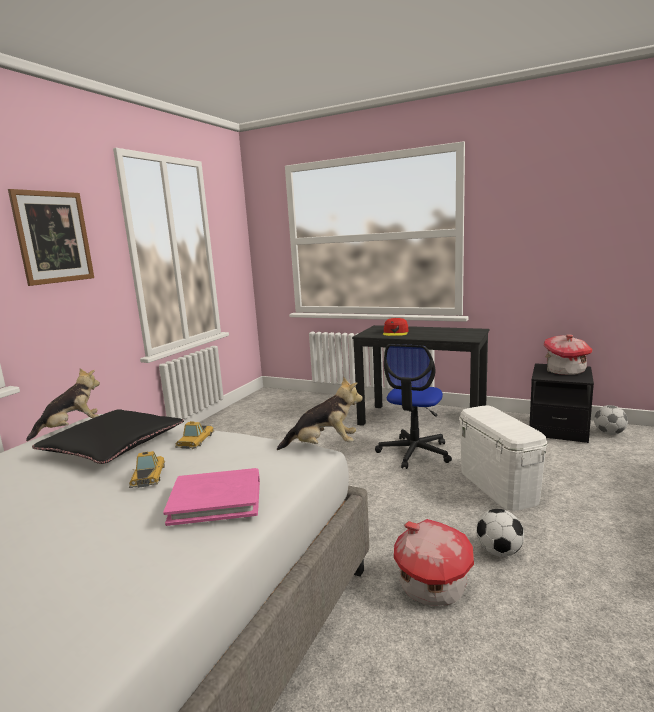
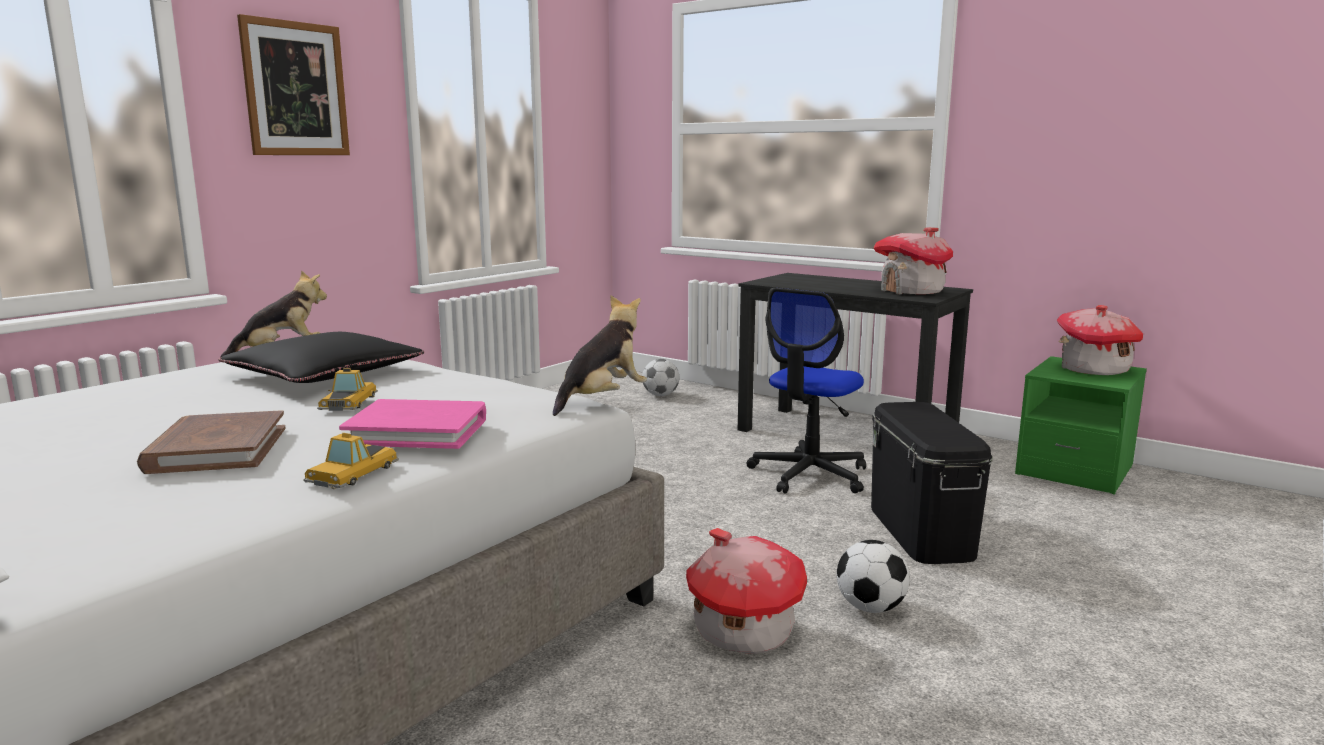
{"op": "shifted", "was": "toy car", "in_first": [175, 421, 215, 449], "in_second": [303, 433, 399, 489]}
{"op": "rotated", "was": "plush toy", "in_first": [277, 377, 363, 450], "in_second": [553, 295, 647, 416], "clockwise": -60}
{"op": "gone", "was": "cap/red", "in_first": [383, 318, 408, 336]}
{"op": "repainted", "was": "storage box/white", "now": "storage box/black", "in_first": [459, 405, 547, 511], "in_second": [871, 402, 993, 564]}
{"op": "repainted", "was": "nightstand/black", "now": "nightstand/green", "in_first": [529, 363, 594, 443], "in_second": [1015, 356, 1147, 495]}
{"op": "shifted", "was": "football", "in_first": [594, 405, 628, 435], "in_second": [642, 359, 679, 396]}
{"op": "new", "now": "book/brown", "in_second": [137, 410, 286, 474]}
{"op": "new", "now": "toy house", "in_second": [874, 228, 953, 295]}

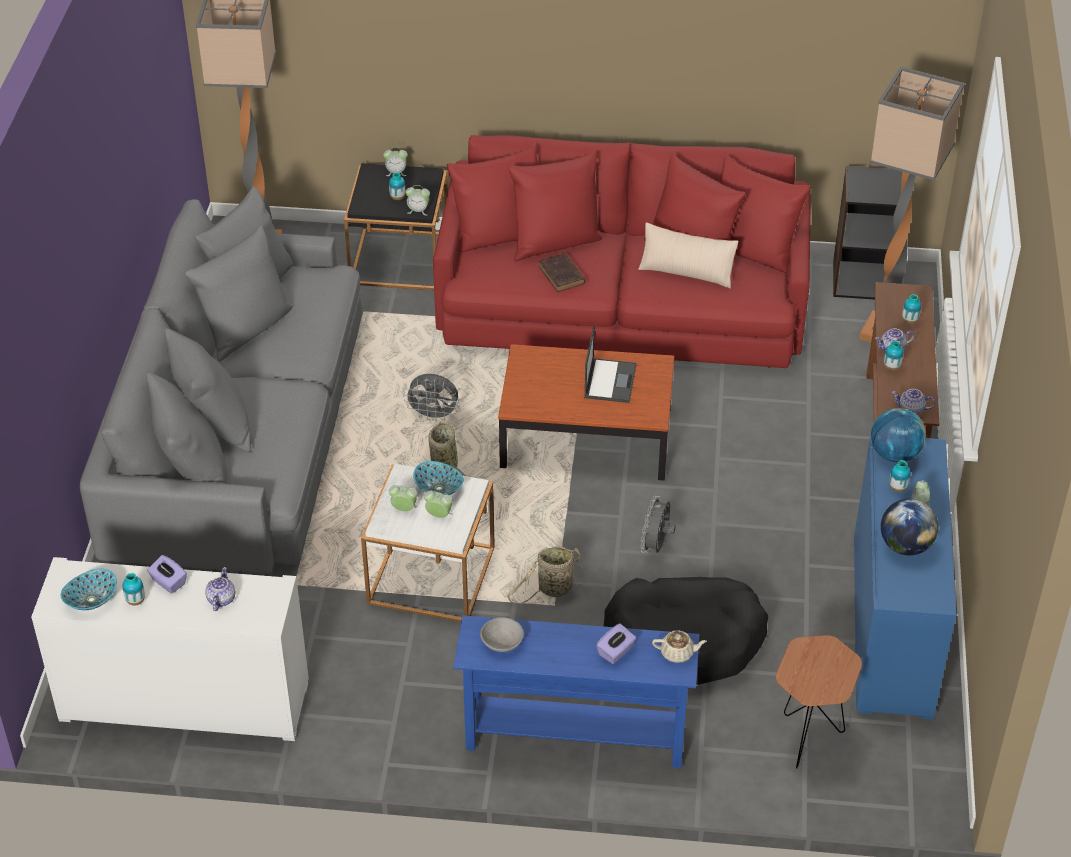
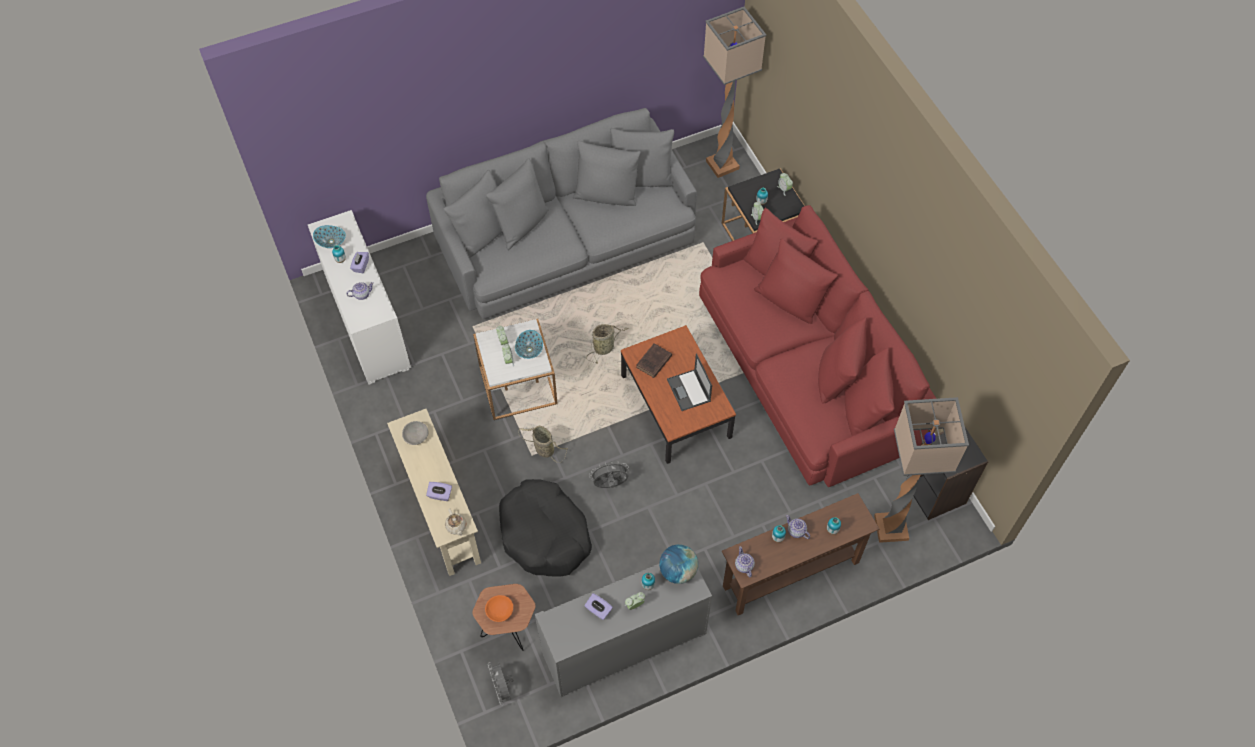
{"op": "shifted", "was": "fan/grey", "in_first": [404, 374, 459, 422], "in_second": [488, 662, 514, 705]}
{"op": "repainted", "was": "console table/blue", "now": "console table/beige", "in_first": [453, 615, 700, 768], "in_second": [387, 409, 481, 576]}
{"op": "shifted", "was": "book/brown", "in_first": [538, 253, 586, 292], "in_second": [636, 343, 672, 378]}
{"op": "rotated", "was": "laptop", "in_first": [584, 326, 637, 403], "in_second": [667, 354, 712, 411], "clockwise": 90}
{"op": "gone", "was": "pillow/beige", "in_first": [638, 222, 738, 288]}
{"op": "repainted", "was": "cabinet/blue", "now": "cabinet/grey", "in_first": [854, 434, 956, 720], "in_second": [535, 564, 712, 697]}
{"op": "swapped", "was": "globe", "now": "tissue box/purple", "in_first": [881, 499, 938, 555], "in_second": [584, 593, 613, 620]}
{"op": "new", "now": "bowl/orange", "in_second": [485, 595, 513, 622]}

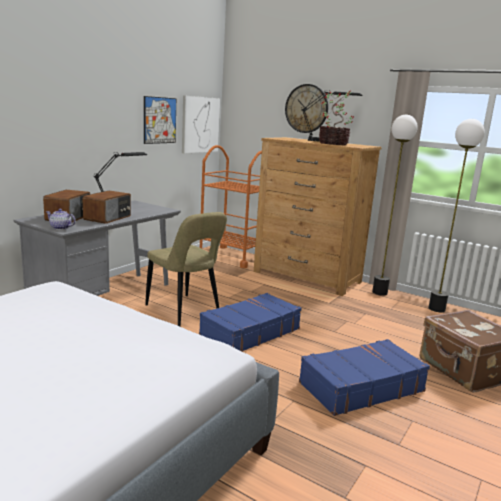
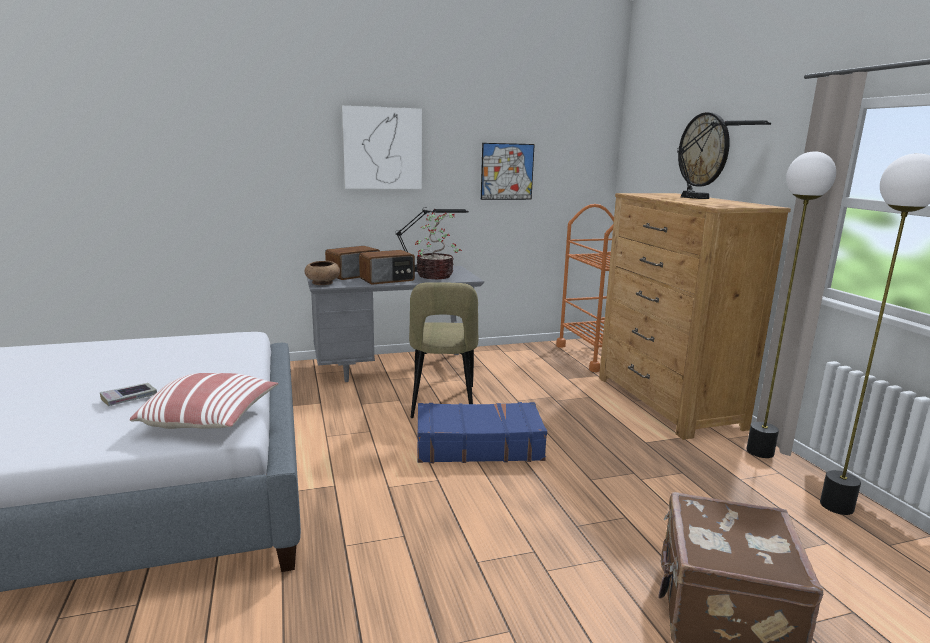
{"op": "swapped", "was": "teapot", "now": "bowl/brown", "in_first": [46, 209, 76, 230], "in_second": [305, 261, 340, 285]}
{"op": "shifted", "was": "picture", "in_first": [182, 95, 220, 154], "in_second": [342, 105, 422, 189]}
{"op": "gone", "was": "suitcase/blue", "in_first": [299, 339, 430, 416]}
{"op": "shifted", "was": "potted plant", "in_first": [319, 90, 354, 145], "in_second": [415, 212, 462, 279]}
{"op": "new", "now": "book", "in_second": [100, 383, 157, 406]}
{"op": "new", "now": "pillow", "in_second": [130, 373, 278, 429]}

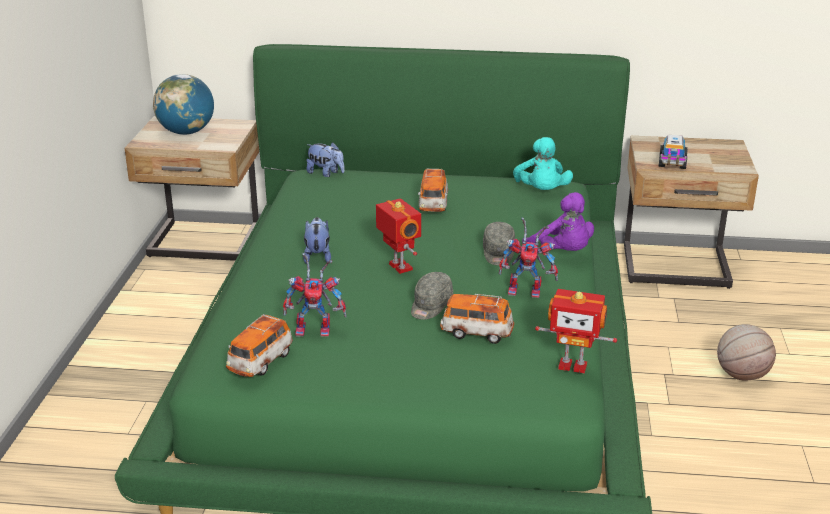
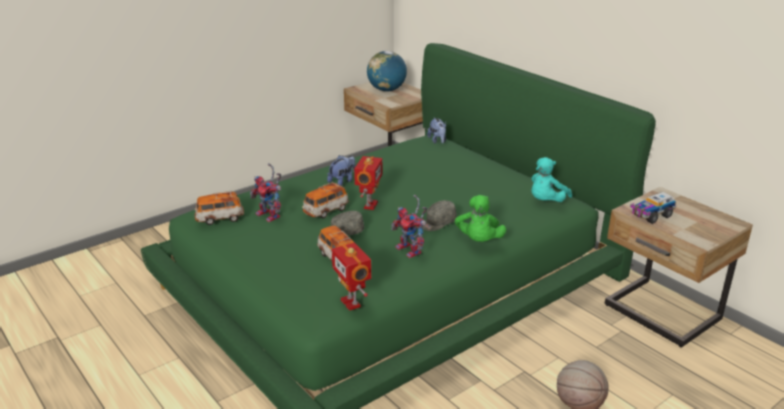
{"op": "shifted", "was": "toy car", "in_first": [418, 168, 448, 212], "in_second": [302, 182, 349, 218]}
{"op": "repainted", "was": "plush toy/purple", "now": "plush toy/green", "in_first": [522, 192, 594, 251], "in_second": [455, 195, 506, 242]}

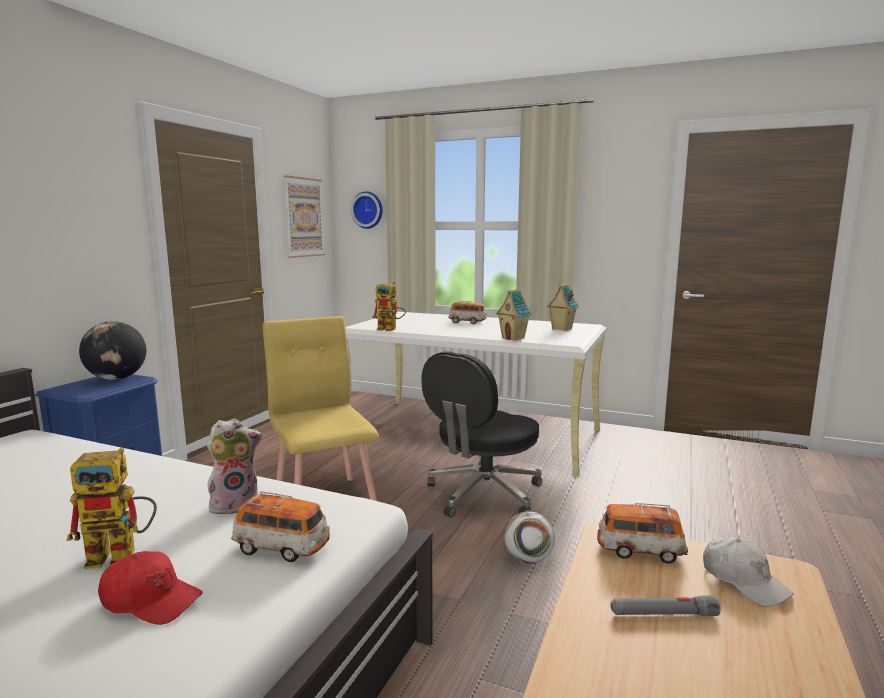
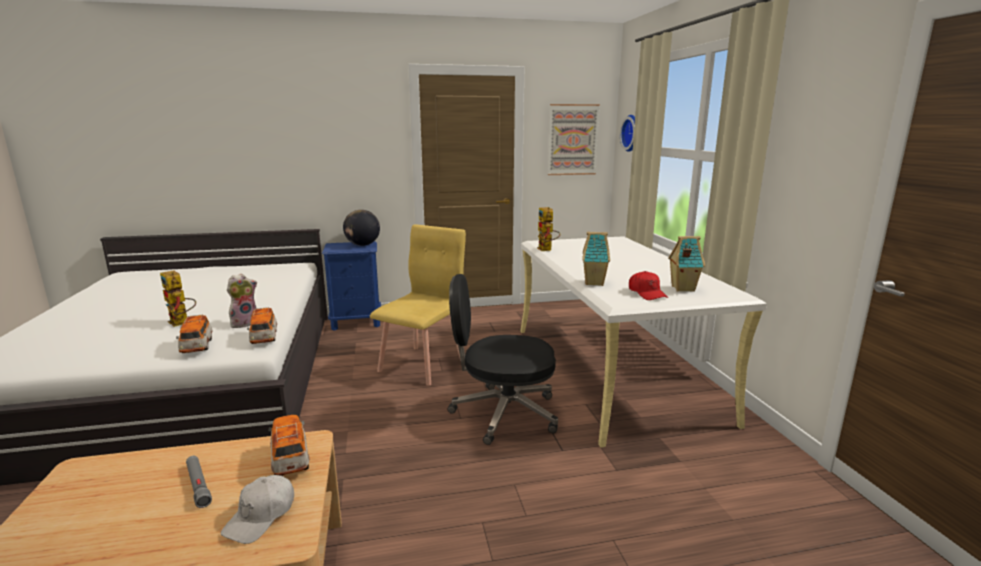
{"op": "shifted", "was": "cap/red", "in_first": [98, 551, 203, 625], "in_second": [629, 271, 668, 300]}
{"op": "rotated", "was": "plush toy", "in_first": [207, 419, 262, 514], "in_second": [227, 274, 257, 328], "clockwise": -75}
{"op": "shifted", "was": "toy car", "in_first": [448, 301, 487, 324], "in_second": [247, 307, 277, 344]}
{"op": "gone", "was": "football", "in_first": [505, 511, 555, 564]}

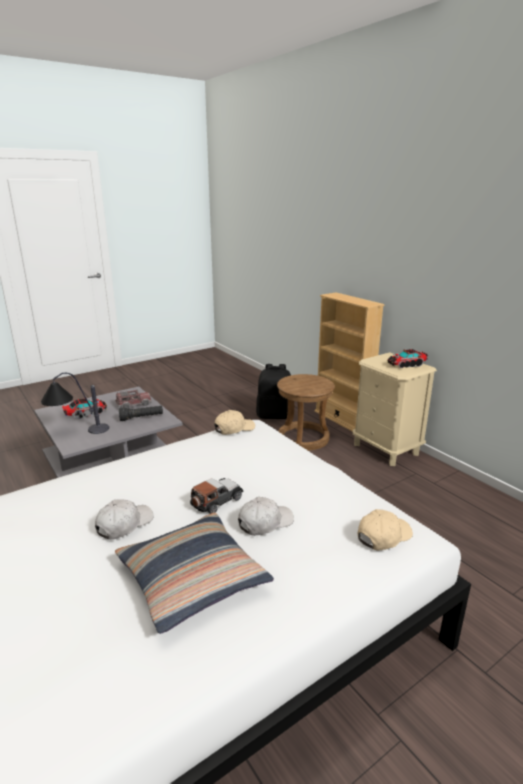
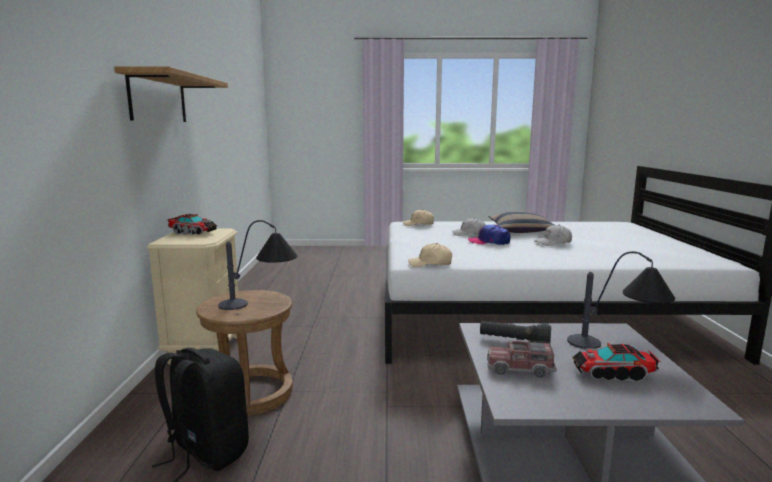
{"op": "swapped", "was": "toy car", "now": "cap", "in_first": [190, 478, 243, 514], "in_second": [468, 224, 511, 245]}
{"op": "gone", "was": "bookcase/beige", "in_first": [315, 292, 384, 432]}
{"op": "new", "now": "shelf", "in_second": [114, 66, 228, 122]}
{"op": "new", "now": "table lamp", "in_second": [218, 220, 297, 310]}

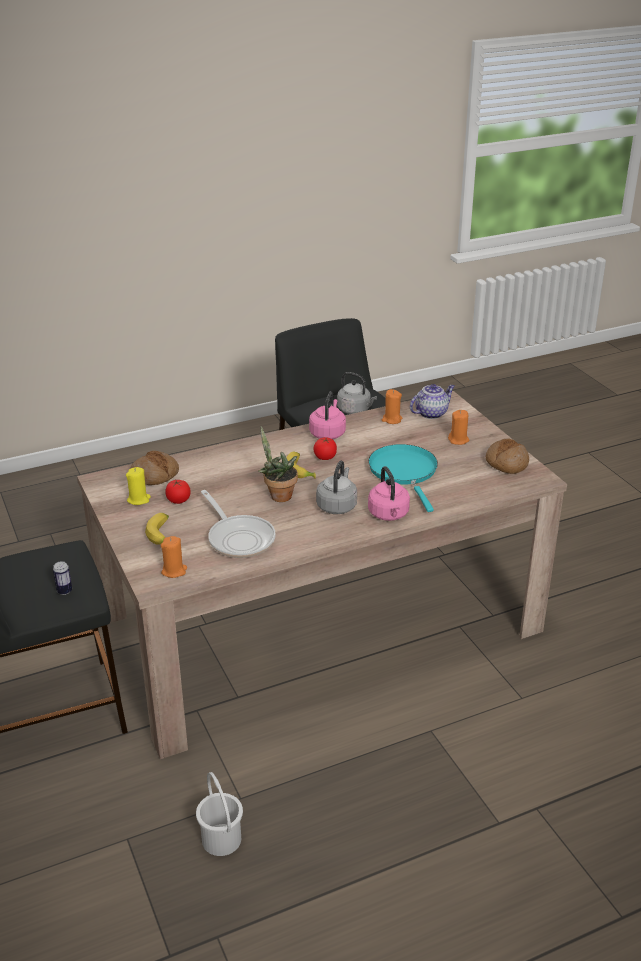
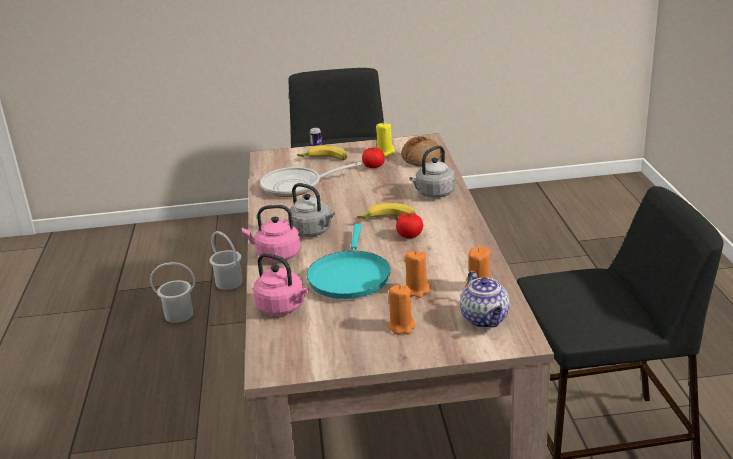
{"op": "shifted", "was": "candle/orange", "in_first": [161, 536, 187, 578], "in_second": [405, 251, 430, 298]}
{"op": "gone", "was": "potted plant", "in_first": [258, 427, 298, 502]}
{"op": "shifted", "was": "kettle/pink", "in_first": [309, 391, 346, 439], "in_second": [253, 253, 309, 315]}
{"op": "shifted", "was": "kettle/grey", "in_first": [337, 372, 377, 414], "in_second": [409, 145, 455, 198]}
{"op": "rotated", "was": "frying pan/turquoise", "in_first": [368, 444, 438, 512], "in_second": [306, 224, 391, 299], "clockwise": 90}
{"op": "gone", "was": "bread", "in_first": [486, 438, 529, 474]}
{"op": "new", "now": "bucket/white", "in_second": [209, 231, 243, 290]}

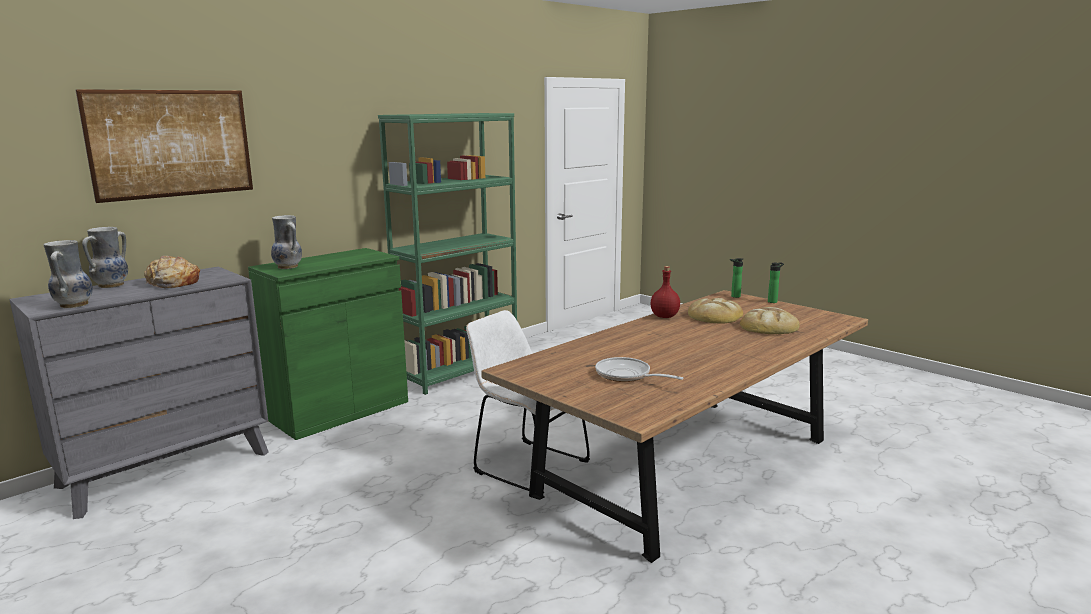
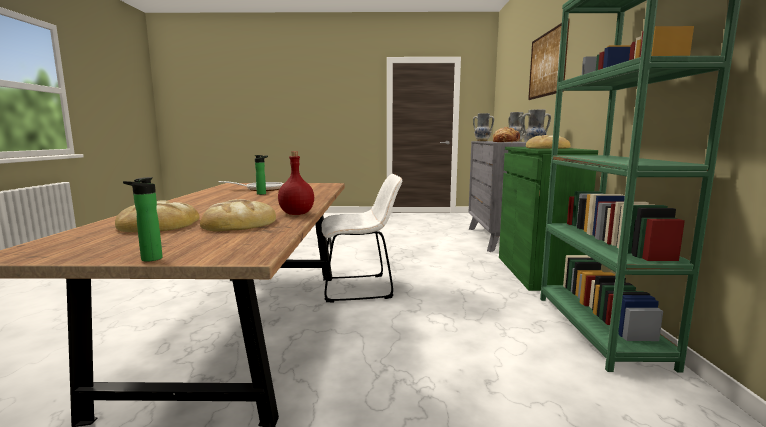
{"op": "shifted", "was": "bottle", "in_first": [730, 258, 743, 298], "in_second": [255, 155, 268, 195]}
{"op": "new", "now": "bread", "in_second": [526, 135, 571, 149]}

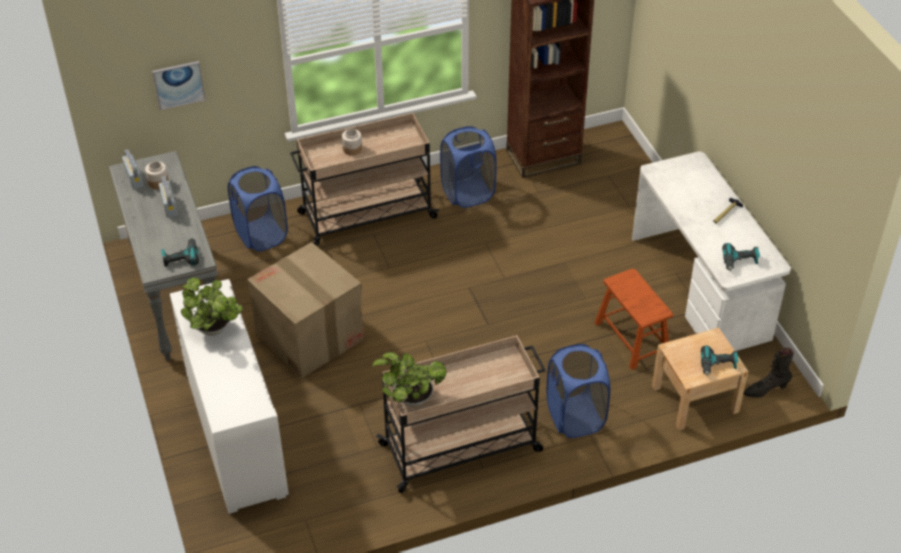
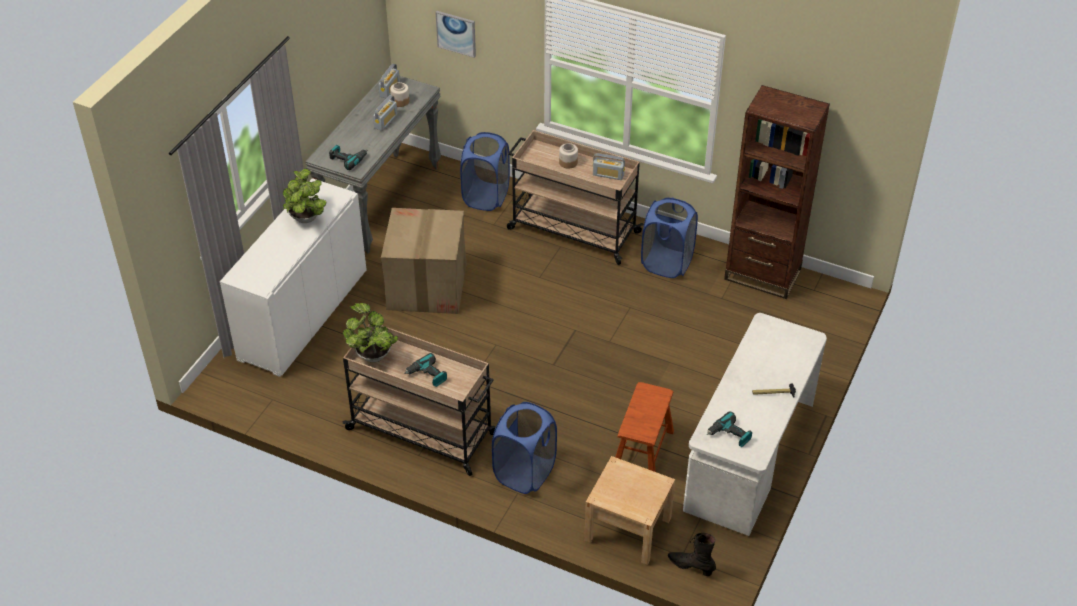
{"op": "shifted", "was": "power drill", "in_first": [701, 345, 739, 376], "in_second": [404, 353, 447, 387]}
{"op": "new", "now": "radio", "in_second": [593, 153, 625, 180]}

